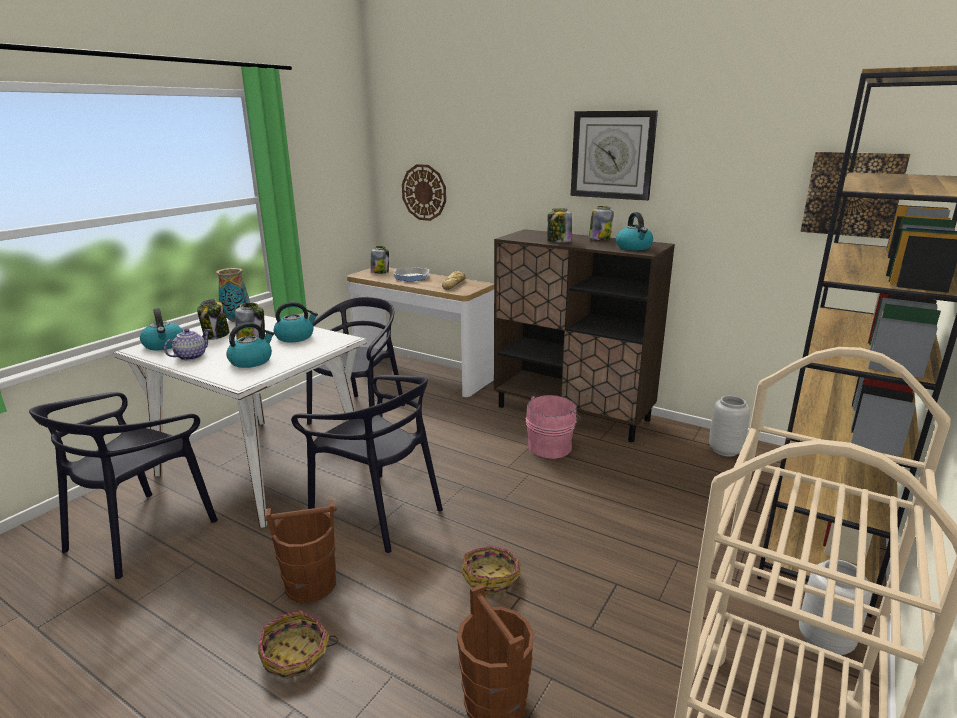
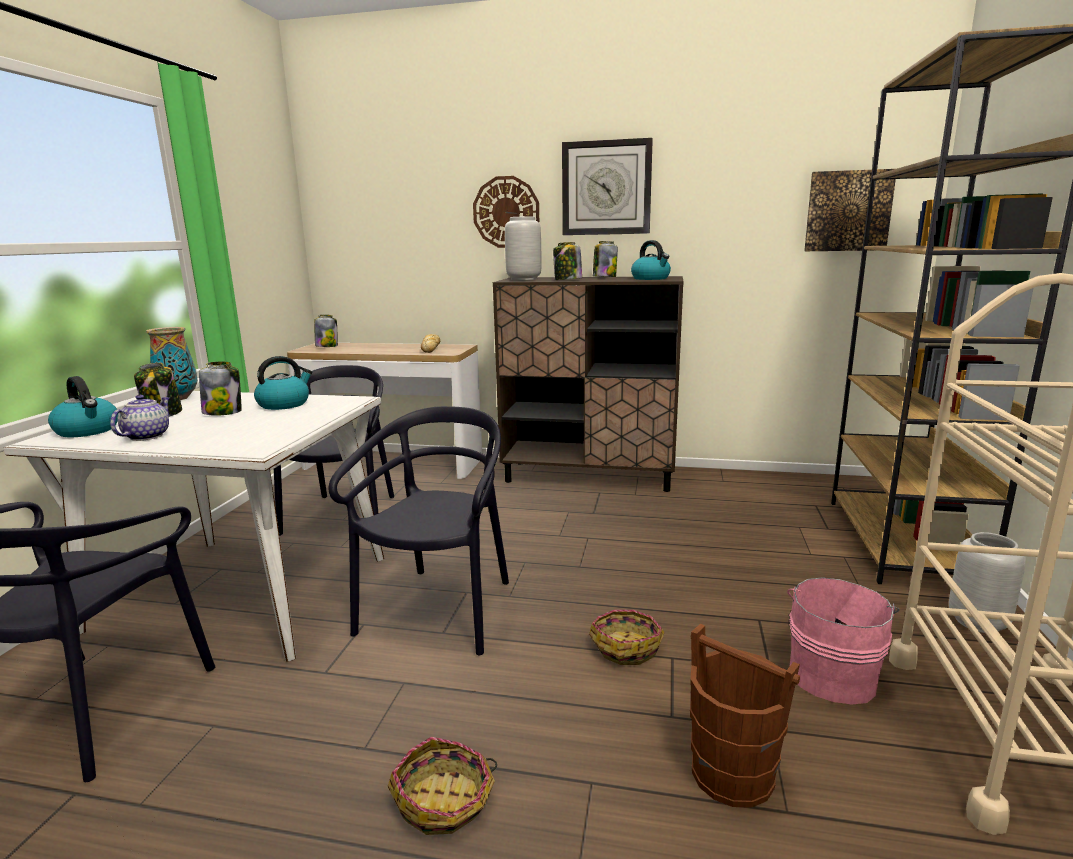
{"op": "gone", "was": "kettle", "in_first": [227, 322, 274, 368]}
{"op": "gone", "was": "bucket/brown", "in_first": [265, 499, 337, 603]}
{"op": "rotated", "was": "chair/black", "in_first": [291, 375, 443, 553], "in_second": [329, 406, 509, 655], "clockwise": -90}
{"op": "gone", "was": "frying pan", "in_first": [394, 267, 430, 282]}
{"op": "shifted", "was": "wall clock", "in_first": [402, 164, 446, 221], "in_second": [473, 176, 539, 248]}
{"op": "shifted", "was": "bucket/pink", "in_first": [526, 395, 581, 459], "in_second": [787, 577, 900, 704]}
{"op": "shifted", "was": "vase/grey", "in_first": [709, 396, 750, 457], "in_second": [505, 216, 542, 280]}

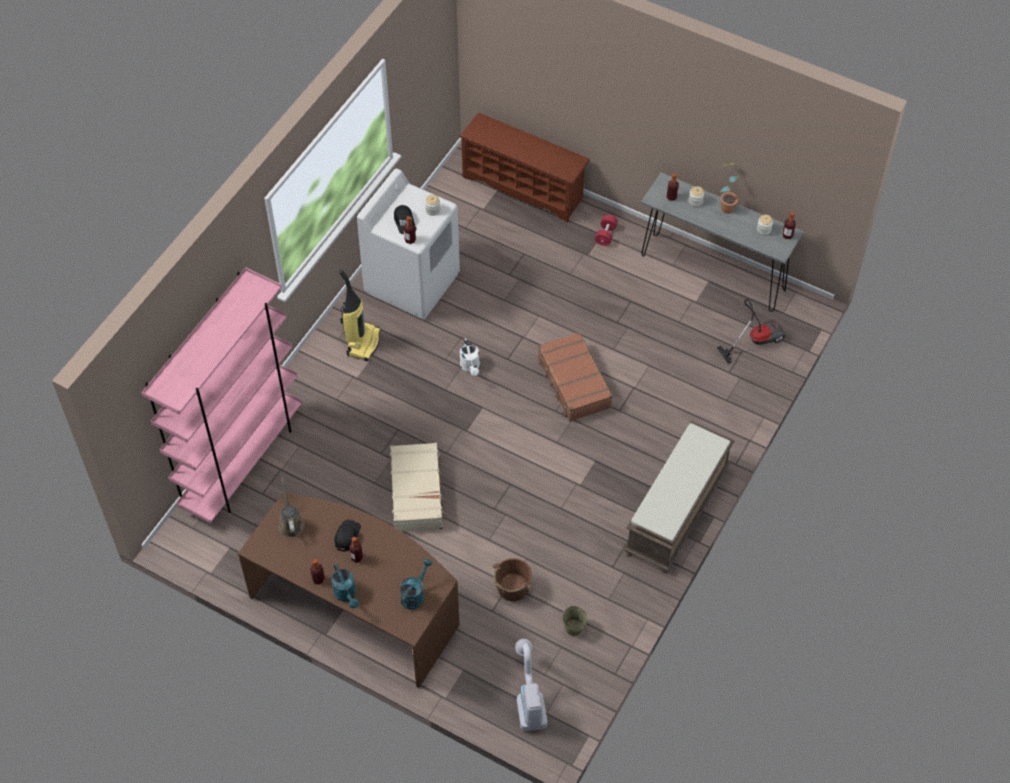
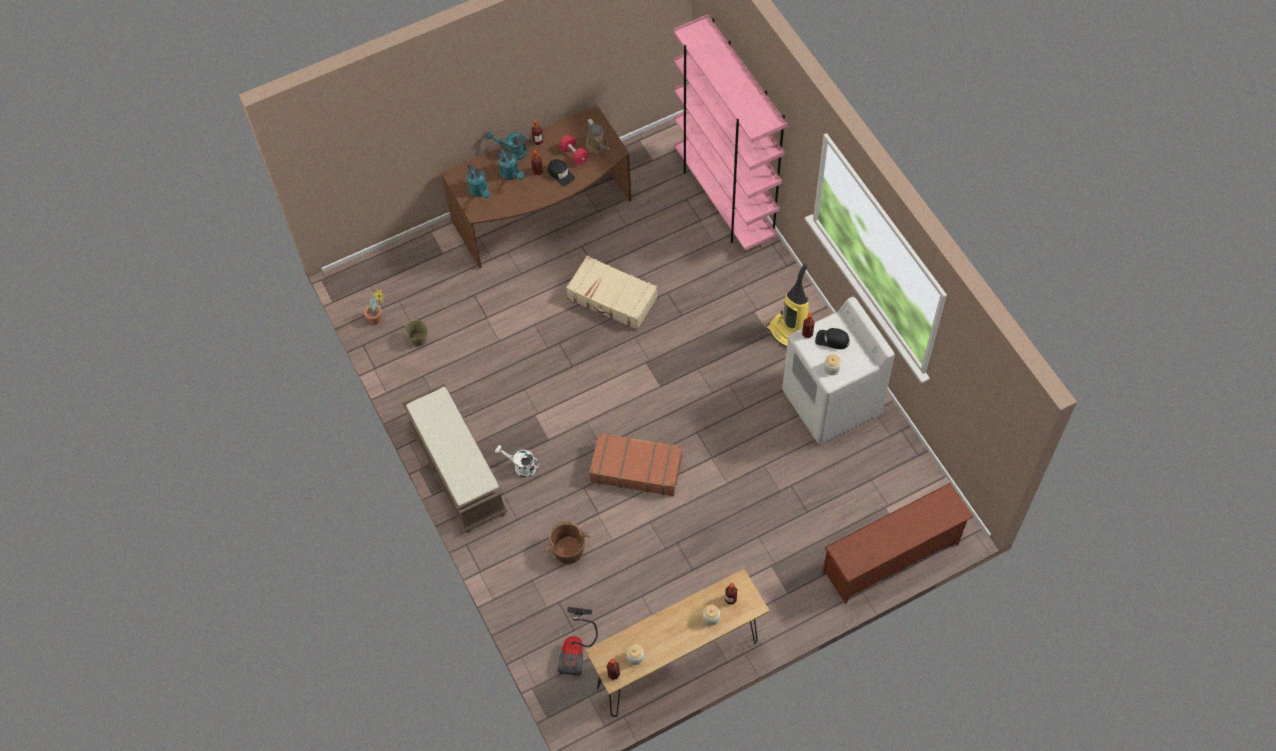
{"op": "rotated", "was": "watering can/brown", "in_first": [278, 478, 305, 538], "in_second": [586, 119, 610, 153], "clockwise": 45}
{"op": "shifted", "was": "watering can/white", "in_first": [460, 338, 480, 376], "in_second": [495, 445, 540, 478]}
{"op": "shifted", "was": "bucket/brown", "in_first": [493, 558, 534, 601], "in_second": [545, 520, 591, 564]}
{"op": "gone", "was": "vacuum cleaner", "in_first": [515, 639, 547, 731]}
{"op": "shifted", "was": "dumbbell/red", "in_first": [595, 215, 618, 246], "in_second": [559, 135, 589, 165]}
{"op": "repainted", "was": "console table/grey", "now": "console table/brown", "in_first": [641, 172, 804, 311], "in_second": [585, 569, 770, 717]}
{"op": "shifted", "was": "potted plant", "in_first": [720, 162, 738, 214], "in_second": [364, 289, 385, 325]}
{"op": "new", "now": "watering can/turquoise", "in_second": [498, 148, 525, 180]}

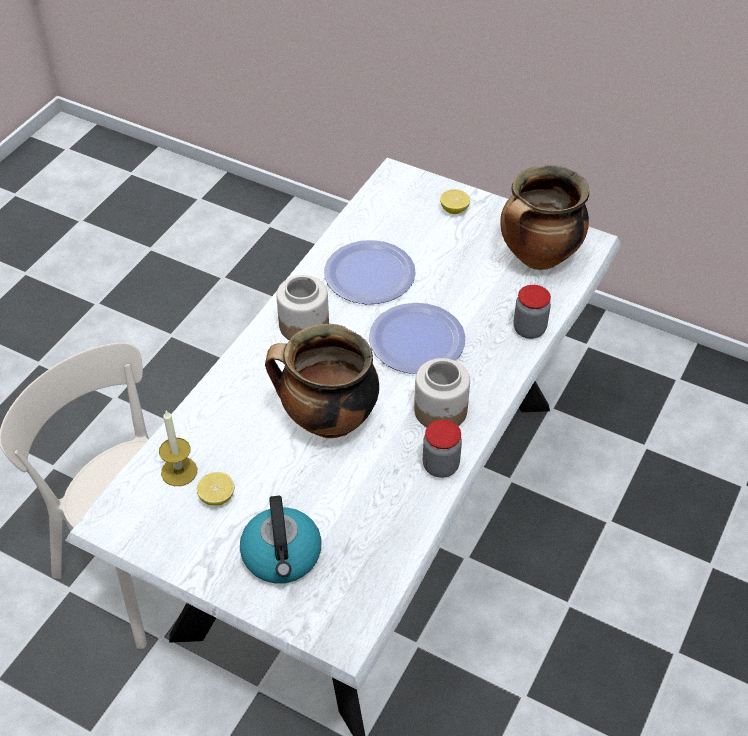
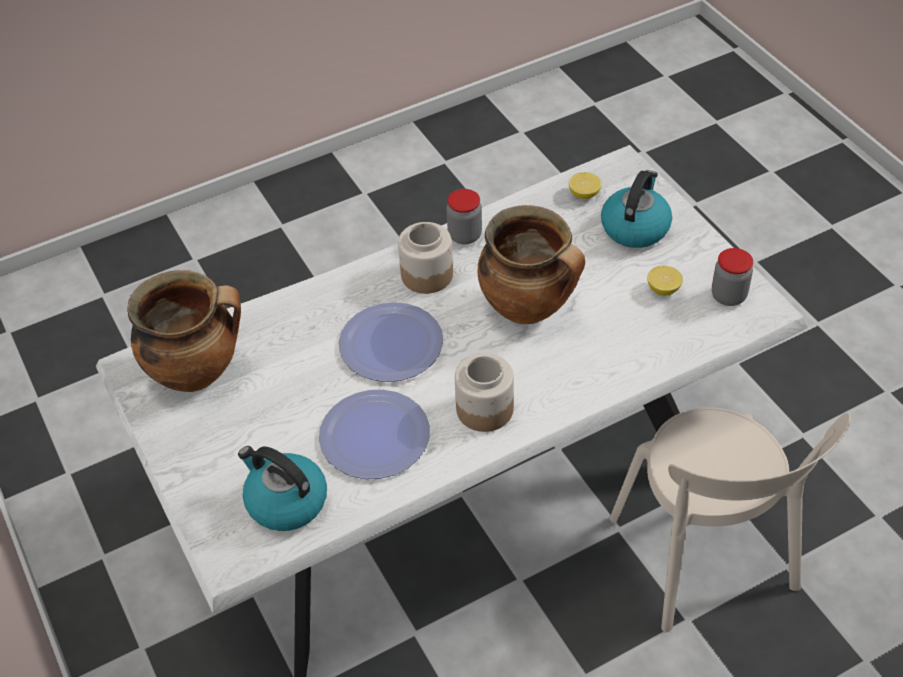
{"op": "gone", "was": "candle", "in_first": [159, 411, 197, 486]}
{"op": "shifted", "was": "lemon", "in_first": [440, 189, 470, 214], "in_second": [569, 172, 602, 199]}
{"op": "shifted", "was": "jar", "in_first": [513, 285, 551, 339], "in_second": [712, 248, 753, 306]}
{"op": "new", "now": "kettle", "in_second": [238, 446, 327, 531]}

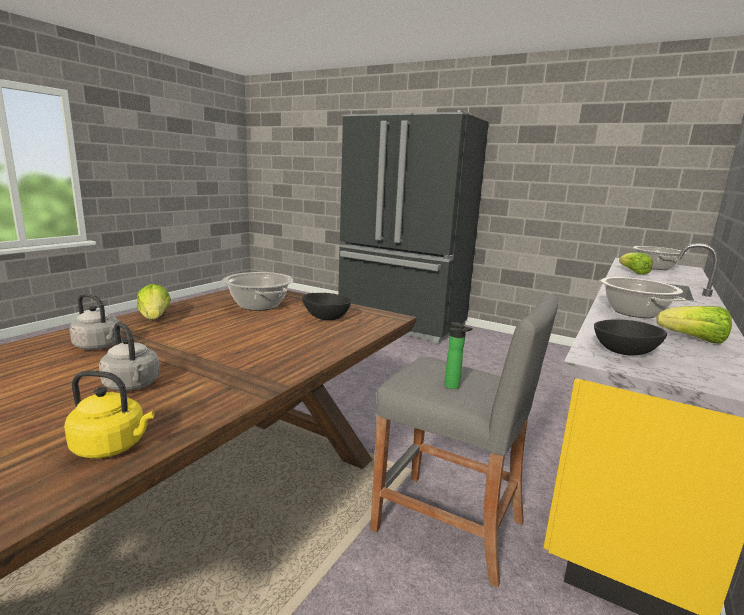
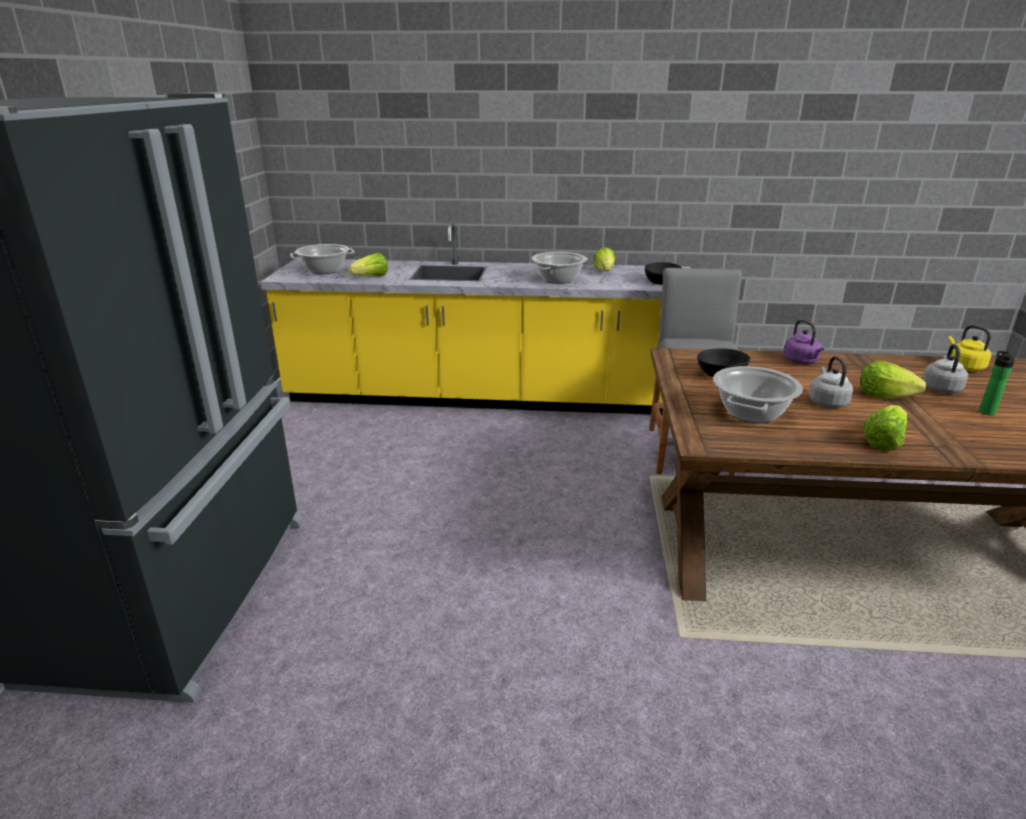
{"op": "shifted", "was": "kettle/grey", "in_first": [69, 293, 122, 350], "in_second": [809, 356, 853, 408]}
{"op": "shifted", "was": "bottle", "in_first": [445, 322, 473, 389], "in_second": [979, 351, 1015, 415]}
{"op": "new", "now": "kettle/purple", "in_second": [783, 319, 824, 364]}
{"op": "new", "now": "lettuce", "in_second": [860, 361, 926, 399]}

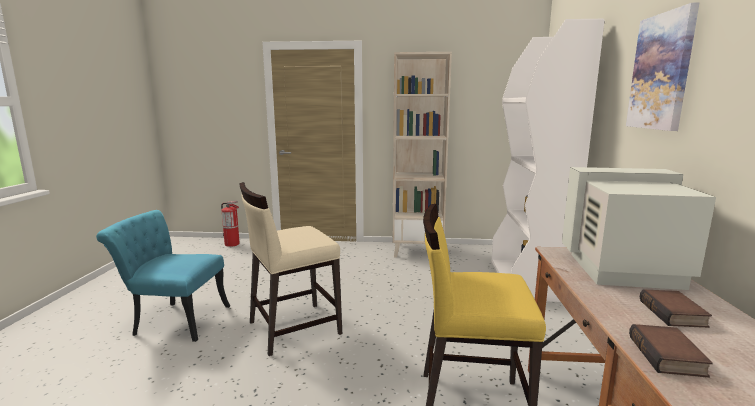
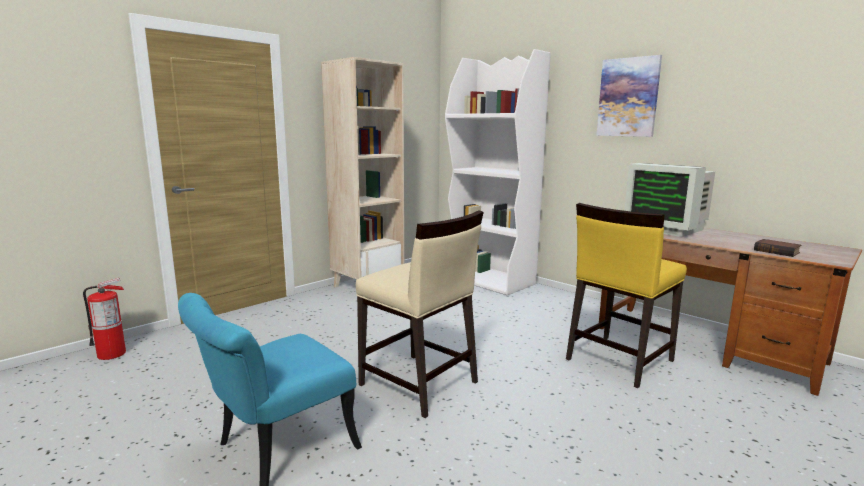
{"op": "rotated", "was": "chair/beige", "in_first": [239, 182, 342, 356], "in_second": [356, 210, 484, 418], "clockwise": -60}
{"op": "rotated", "was": "monitor", "in_first": [562, 167, 716, 290], "in_second": [624, 163, 715, 237], "clockwise": -90}
{"op": "gone", "was": "book", "in_first": [640, 289, 712, 328]}

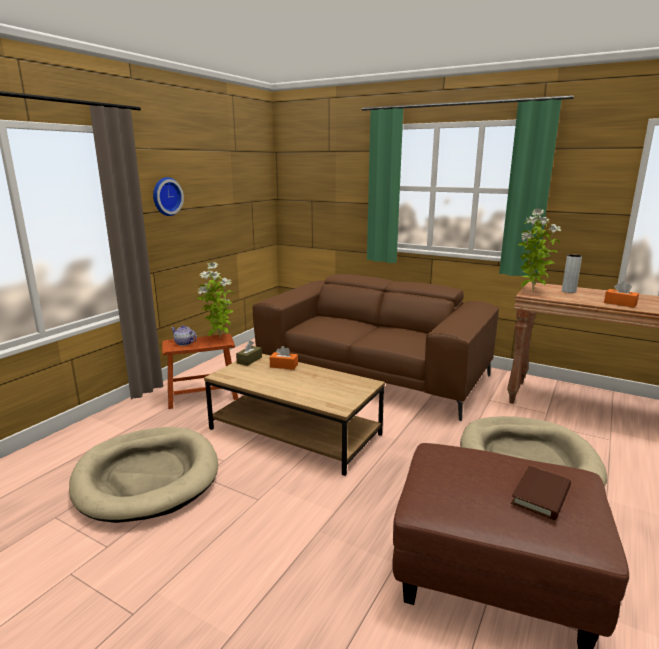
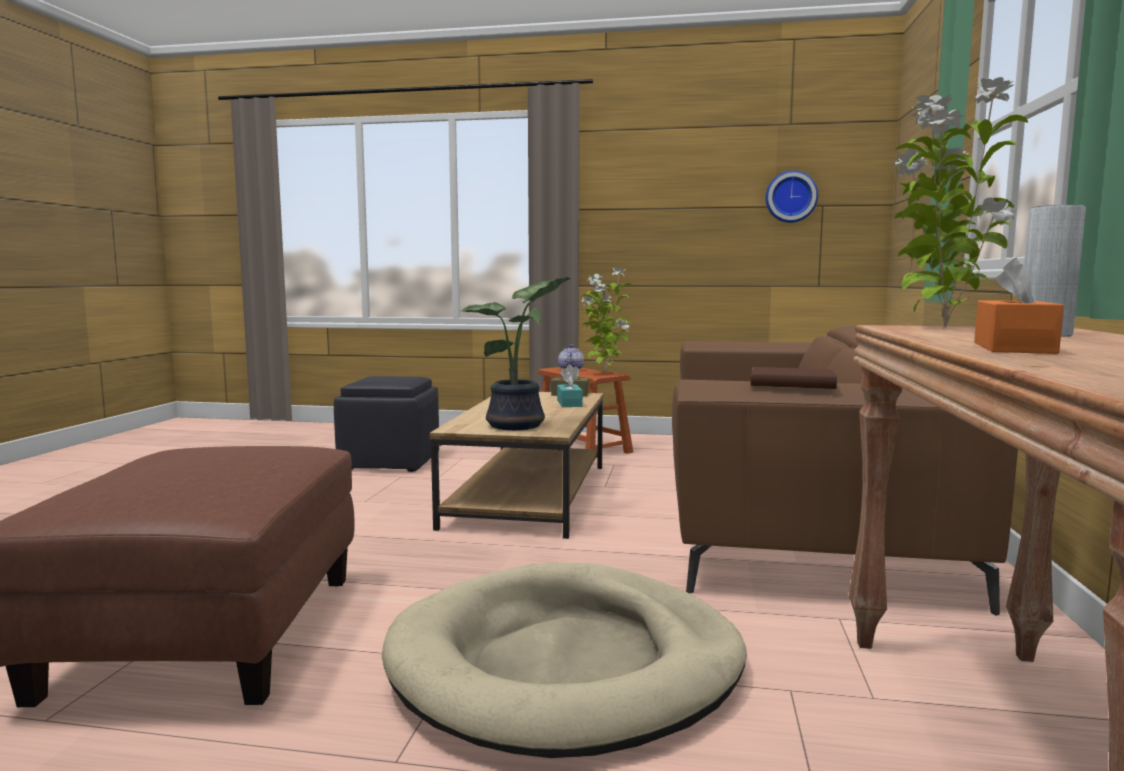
{"op": "swapped", "was": "dog bed/beige", "now": "ottoman/black", "in_first": [69, 427, 218, 523], "in_second": [334, 376, 439, 472]}
{"op": "shifted", "was": "wall clock", "in_first": [153, 177, 184, 216], "in_second": [765, 171, 818, 223]}
{"op": "repainted", "was": "tissue box/orange", "now": "tissue box/turquoise", "in_first": [270, 346, 298, 370], "in_second": [557, 371, 583, 407]}
{"op": "shifted", "was": "book/brown", "in_first": [511, 466, 571, 520], "in_second": [751, 367, 837, 389]}
{"op": "new", "now": "potted plant", "in_second": [461, 277, 571, 430]}

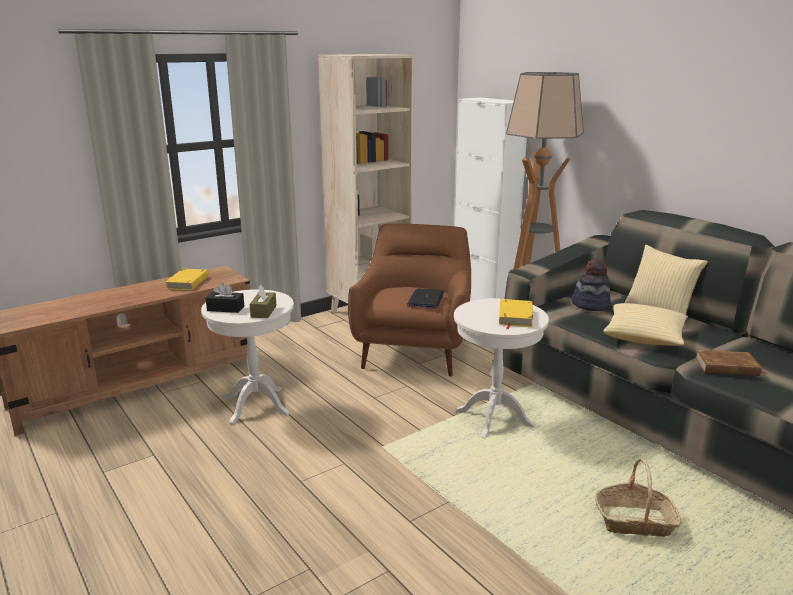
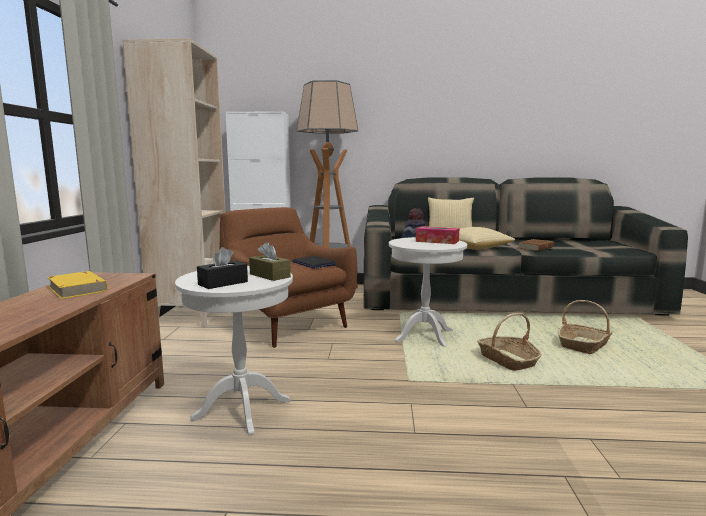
{"op": "swapped", "was": "book/yellow", "now": "tissue box", "in_first": [499, 299, 534, 329], "in_second": [416, 226, 459, 244]}
{"op": "new", "now": "basket", "in_second": [477, 313, 541, 371]}

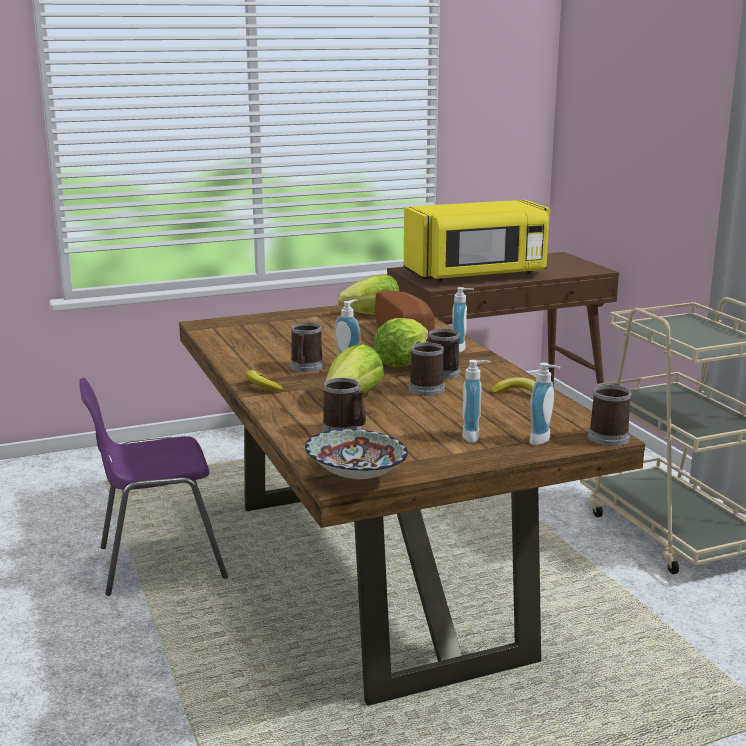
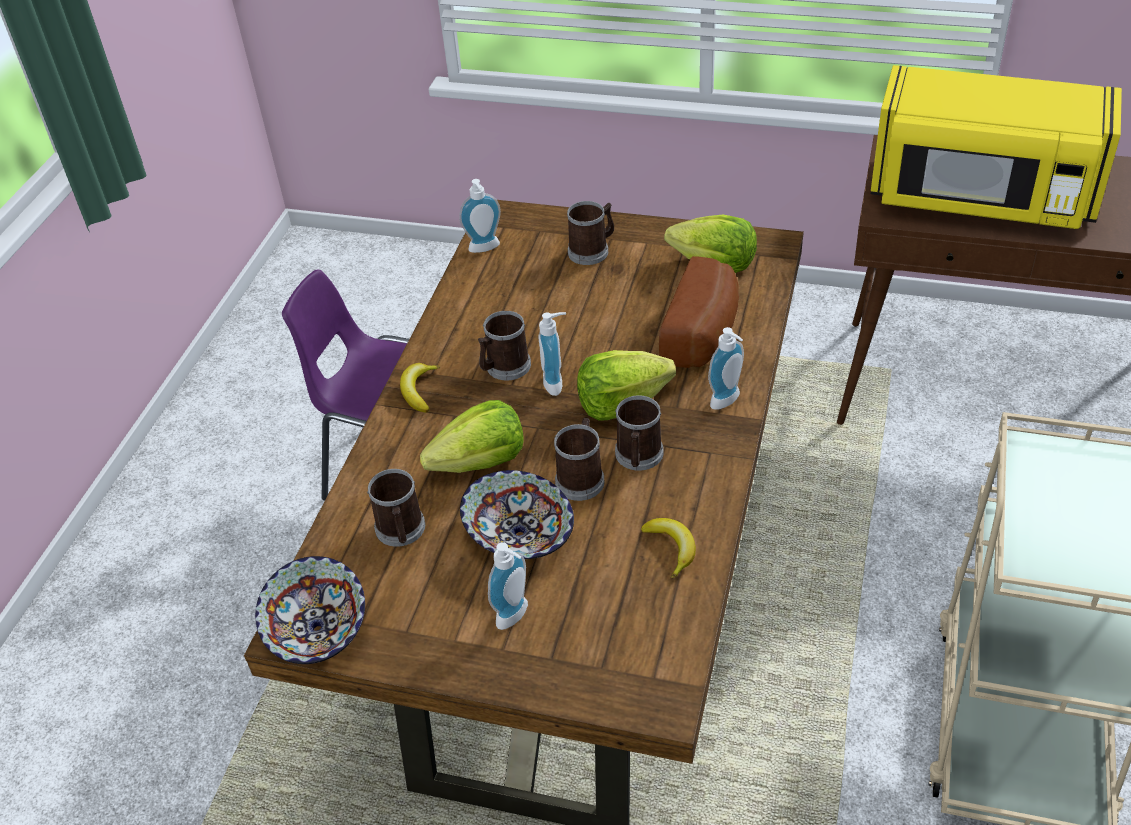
{"op": "shifted", "was": "soap dispenser", "in_first": [529, 363, 560, 445], "in_second": [459, 179, 501, 253]}
{"op": "shifted", "was": "mug", "in_first": [588, 384, 632, 446], "in_second": [567, 201, 614, 265]}
{"op": "new", "now": "bowl", "in_second": [460, 470, 574, 559]}

